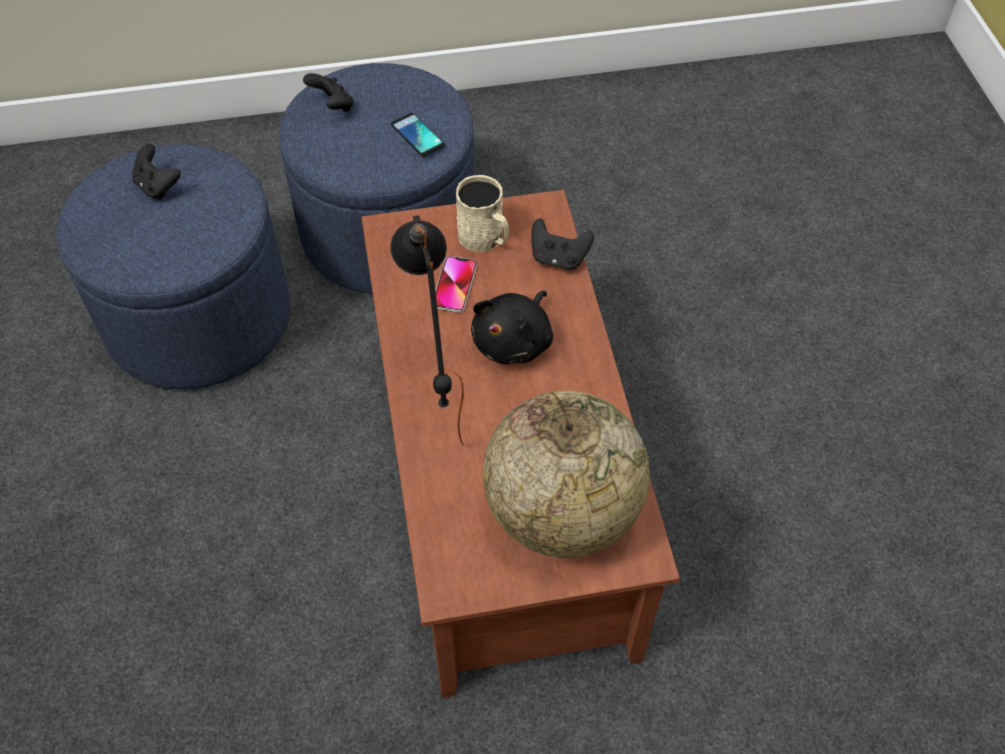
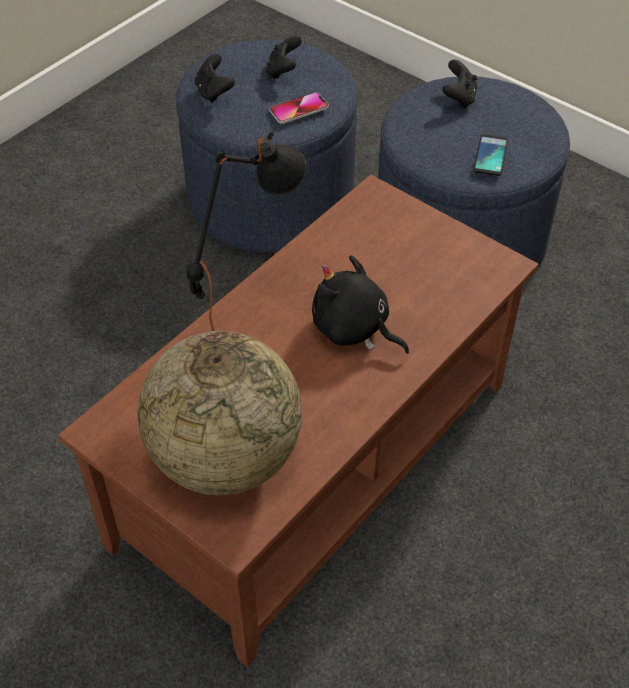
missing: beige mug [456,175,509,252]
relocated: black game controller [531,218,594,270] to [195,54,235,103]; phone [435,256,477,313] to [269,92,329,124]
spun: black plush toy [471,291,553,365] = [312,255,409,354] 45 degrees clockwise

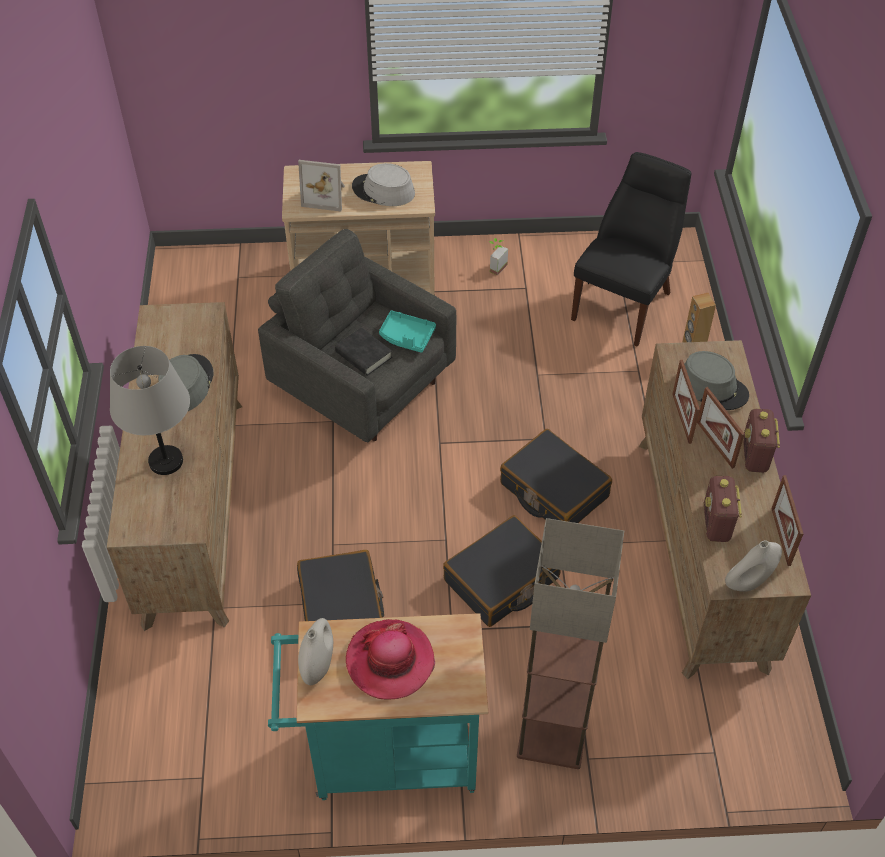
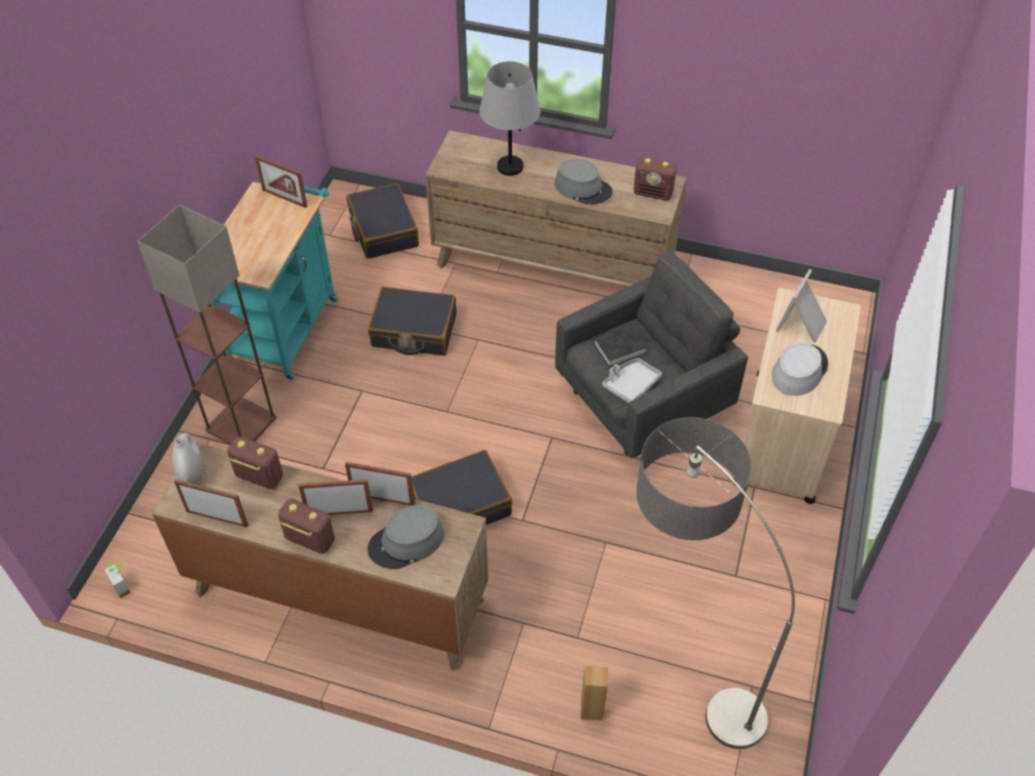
missing: hat [346,619,435,700]
appeared: radio [633,157,677,201]
relocated: potted plant [489,238,508,276] to [105,562,131,598]; black suitcase [443,515,561,627] to [347,183,419,259]
exchanged: black chair [571,152,691,347] to floor lamp [636,417,795,749]; white vase [298,618,333,685] to picture frame [255,155,307,208]
colour: turquoise tray [379,310,436,353] to grey tray [602,358,662,403]

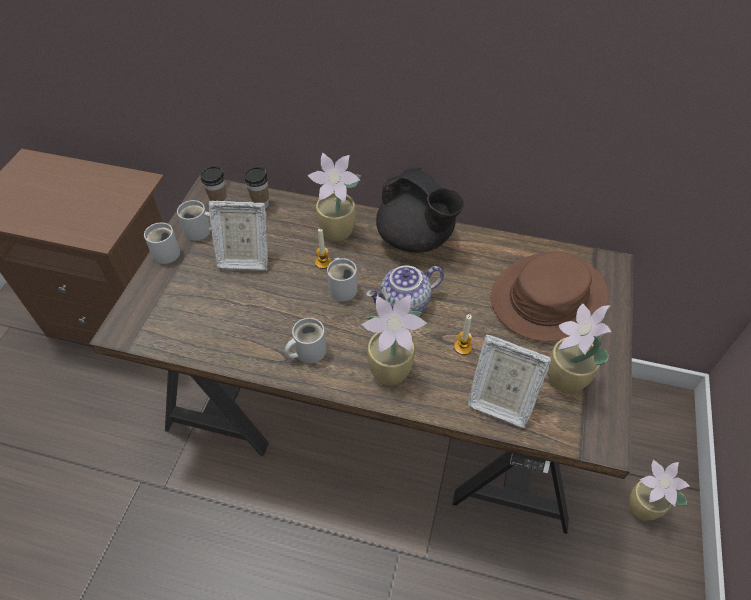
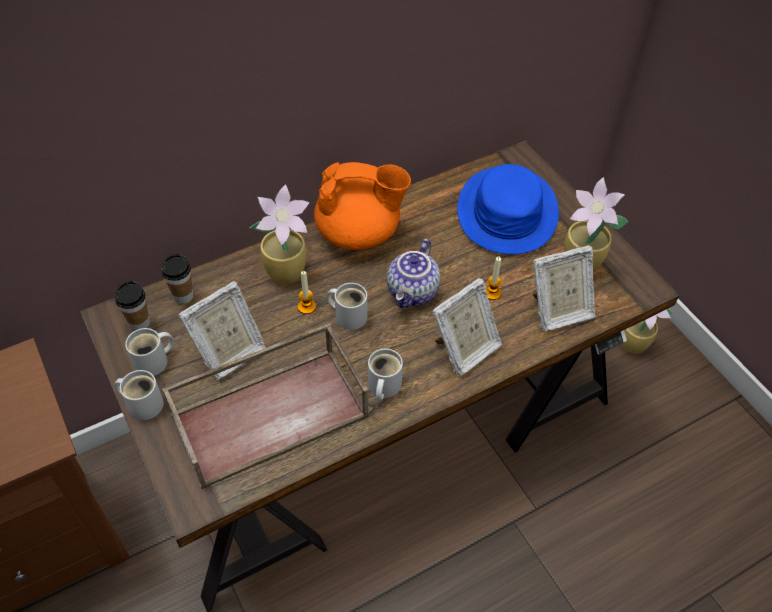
appeared: brown tray [162,323,369,489]
exchanged: potted plant [361,295,427,385] to picture frame [432,278,502,376]
colour: black teapot [376,167,464,253] to orange teapot [314,162,411,250]; brown hat [491,252,609,342] to blue hat [457,164,559,254]

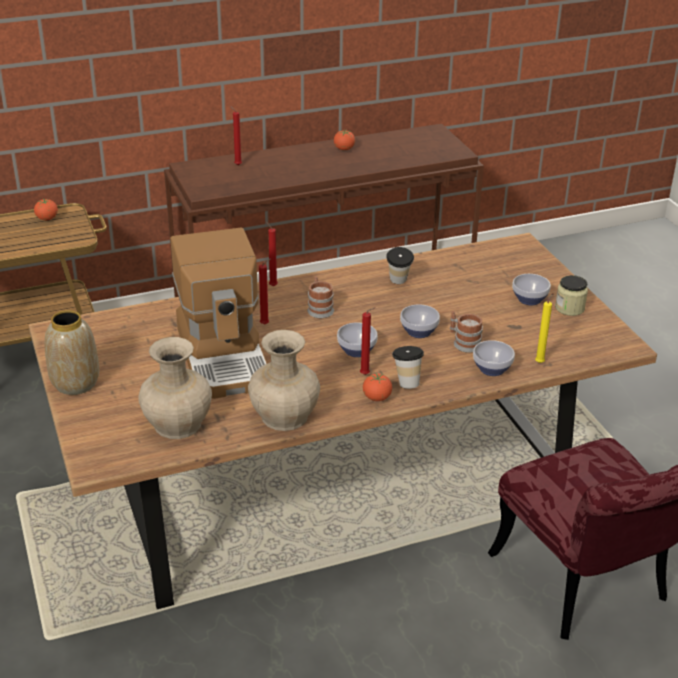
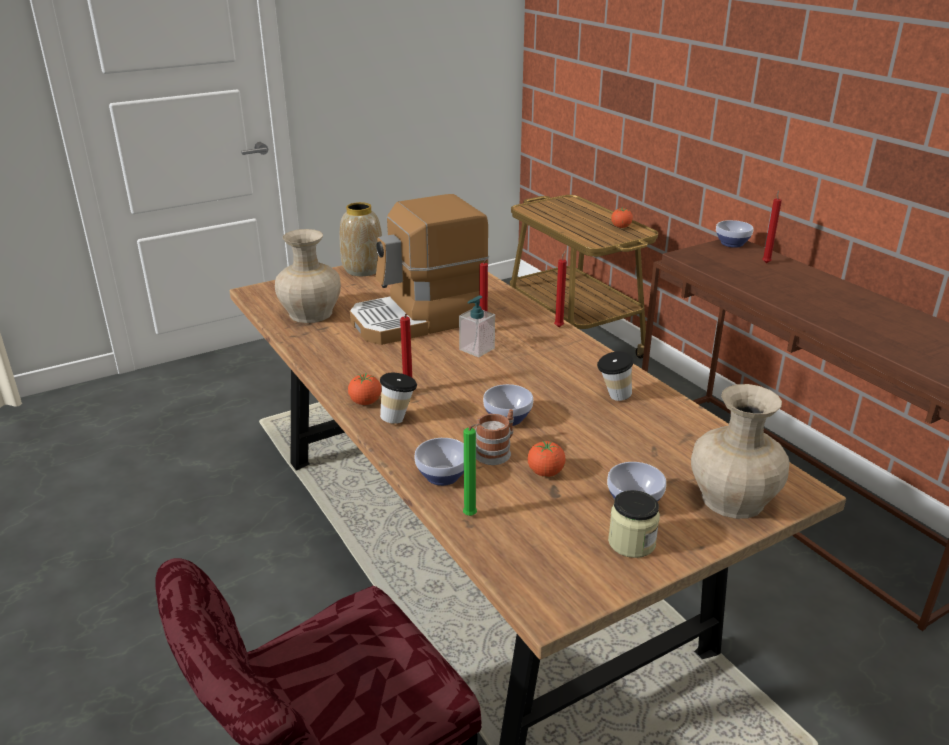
missing: mug [307,276,334,318]
appeared: soap dispenser [459,295,495,357]
relocated: tomato [334,130,355,150] to [527,441,566,477]; bowl [337,323,378,357] to [716,220,754,248]; beige vase [248,330,320,431] to [691,384,790,519]
colour: yellow candle [535,293,554,363] to green candle [463,424,481,516]

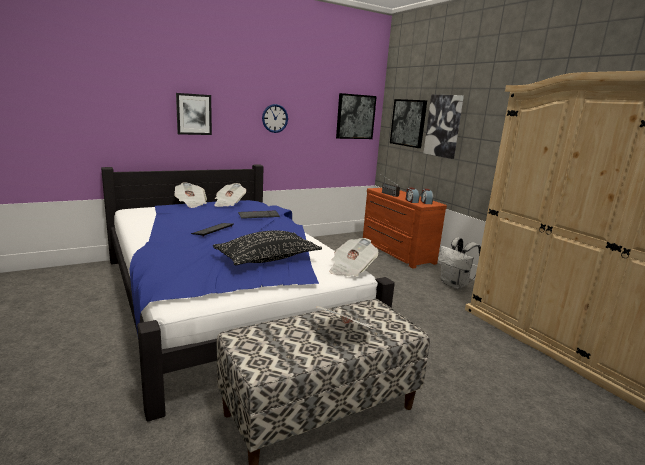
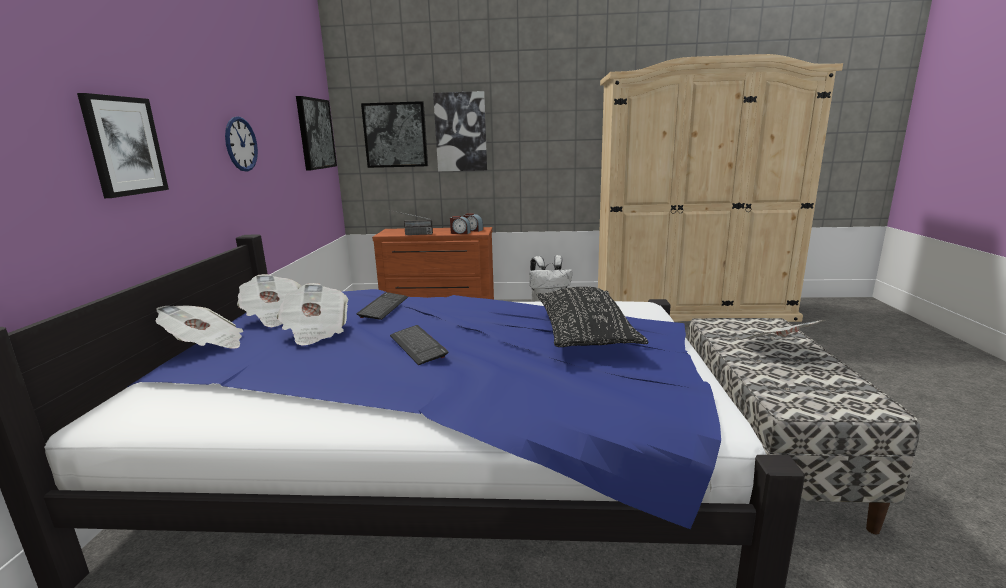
relocated: newspaper [329,238,378,277] to [277,283,349,346]

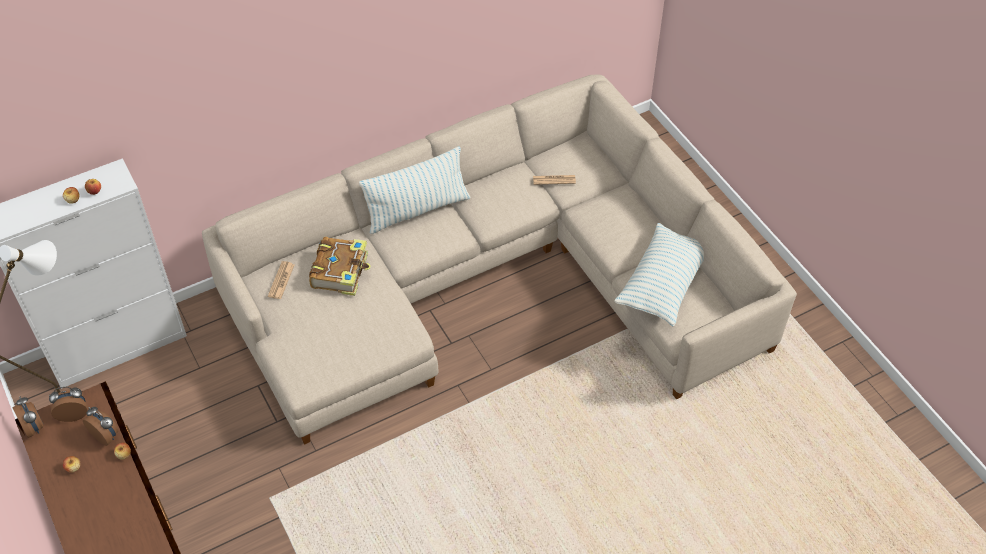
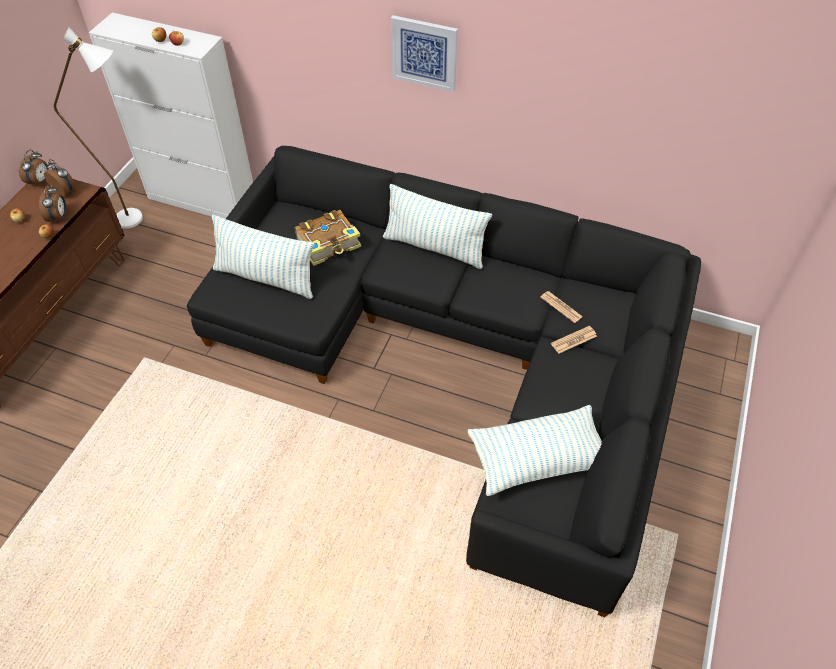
appeared: picture [391,15,458,92]; pillow [212,215,315,299]
relocated: newspaper [268,261,294,299] to [551,326,597,354]
colour: beige sofa [202,75,797,445] to black sofa [187,146,701,617]

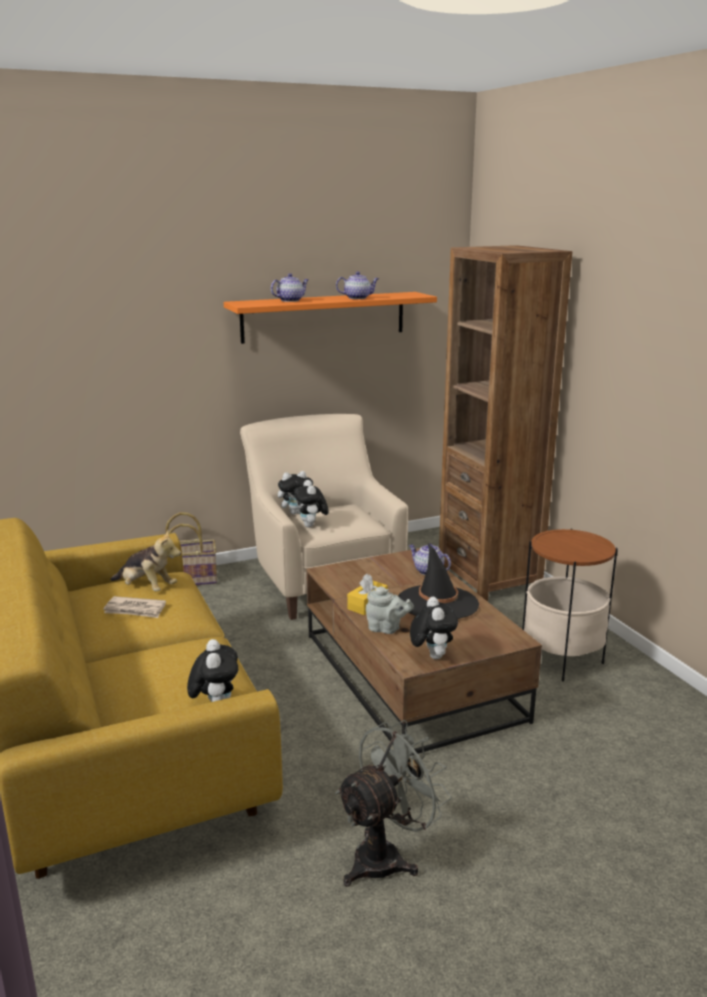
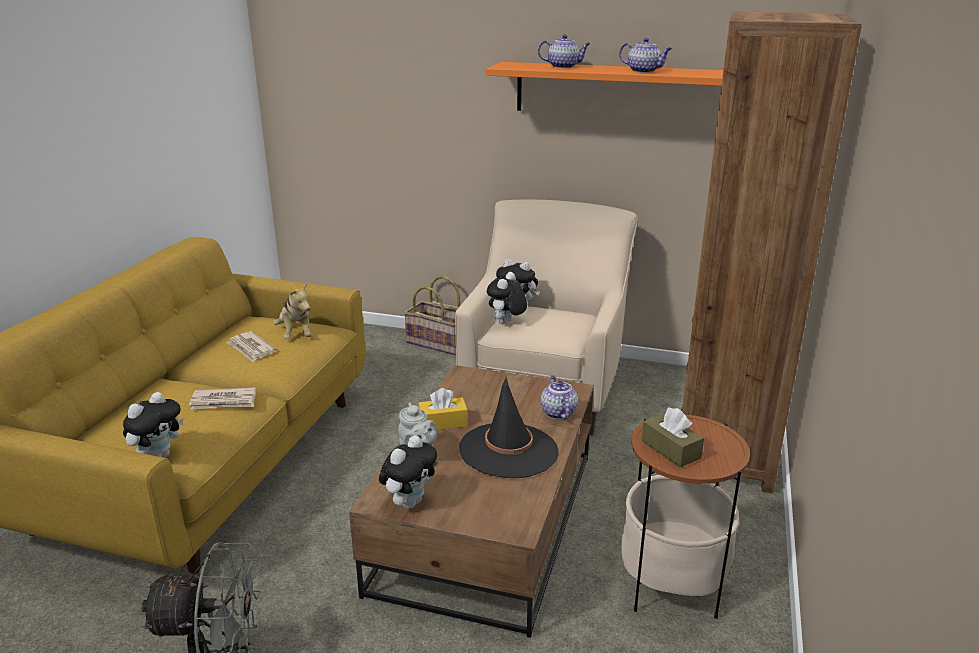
appeared: newspaper [189,387,256,410]; brown tissue box [642,408,704,467]

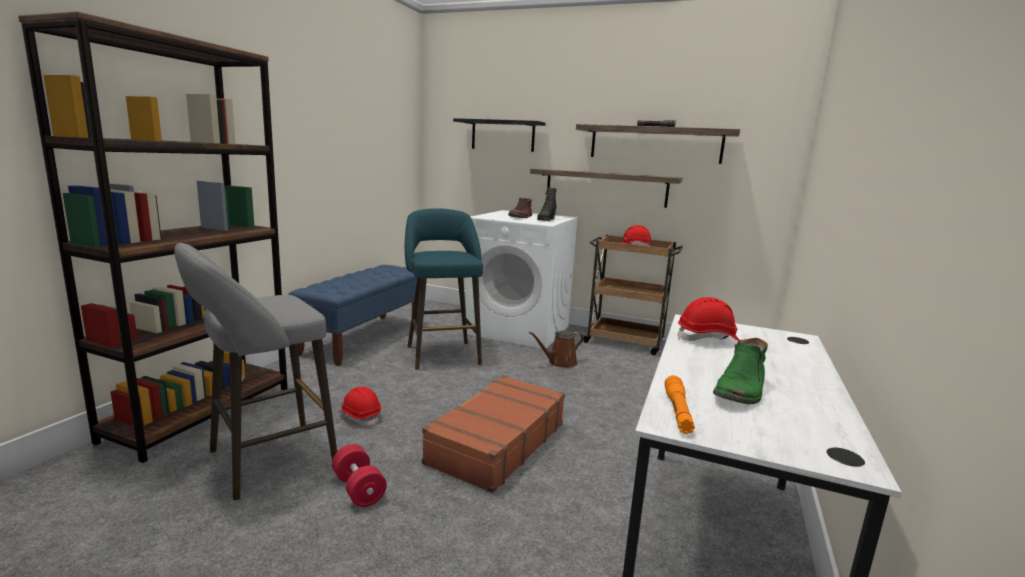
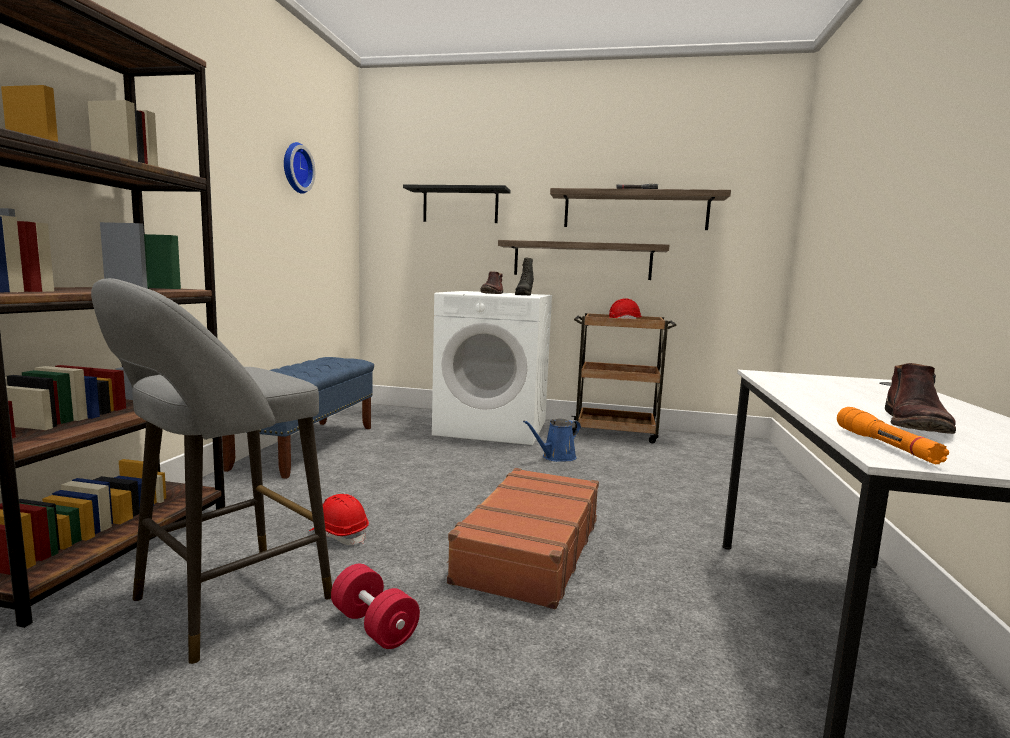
missing: turquoise stool [405,208,483,370]; red hard hat [677,297,740,341]
appeared: wall clock [284,142,315,194]
colour: brown watering can [529,330,584,367] to blue watering can [523,418,581,462]; green boot [713,338,768,404] to brown boot [885,363,956,434]

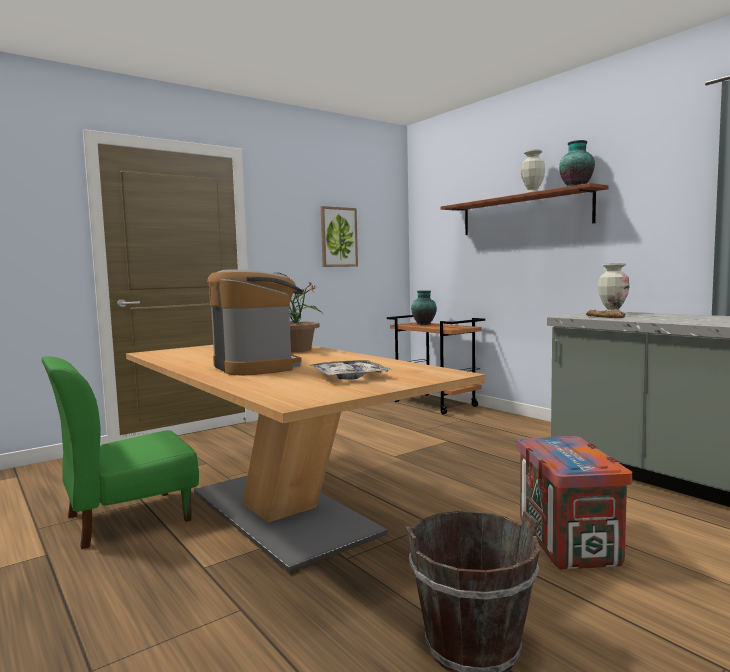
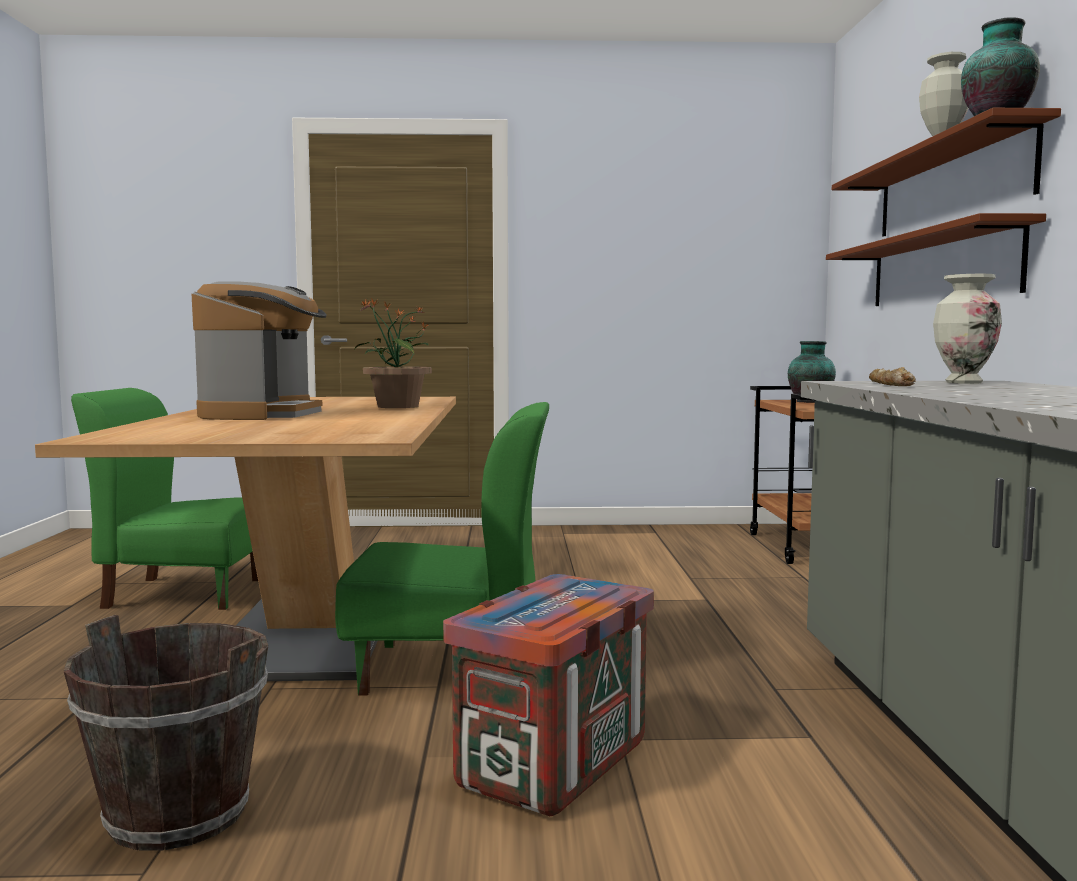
missing: picture [321,206,358,267]; tray [310,360,391,380]
appeared: brown shelf [826,213,1046,306]; green chair [335,402,549,696]

